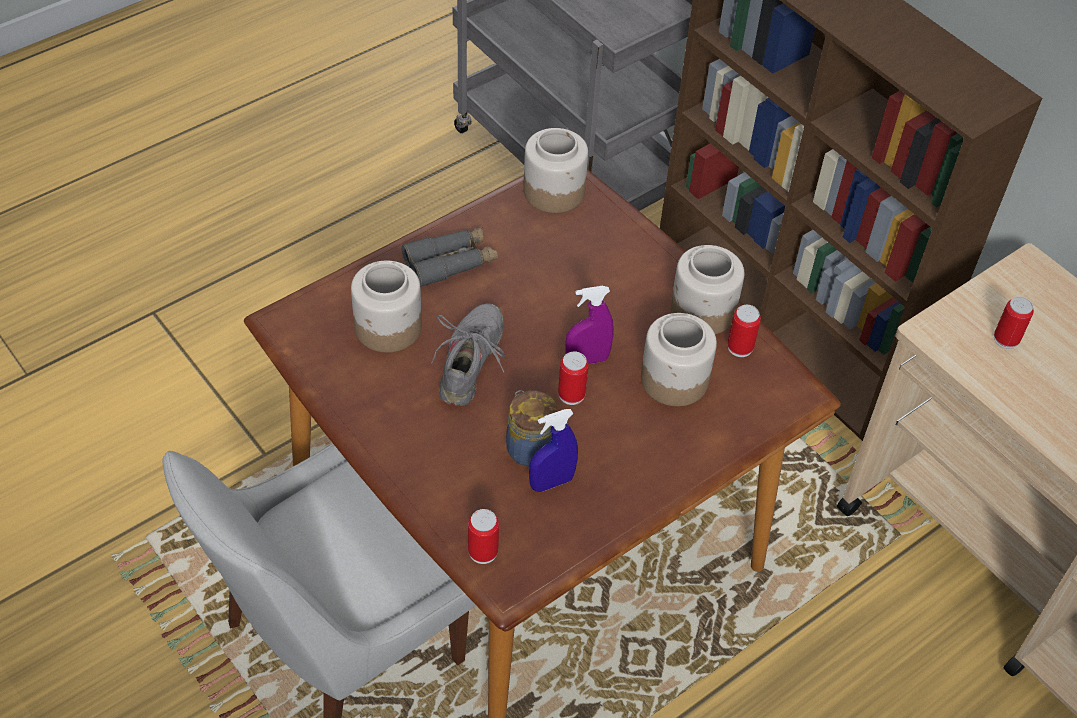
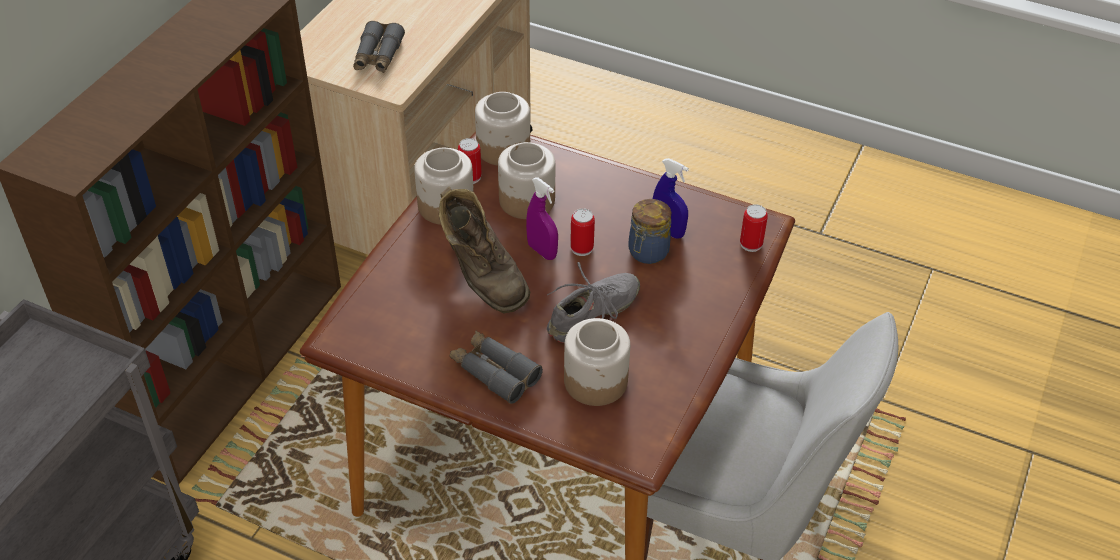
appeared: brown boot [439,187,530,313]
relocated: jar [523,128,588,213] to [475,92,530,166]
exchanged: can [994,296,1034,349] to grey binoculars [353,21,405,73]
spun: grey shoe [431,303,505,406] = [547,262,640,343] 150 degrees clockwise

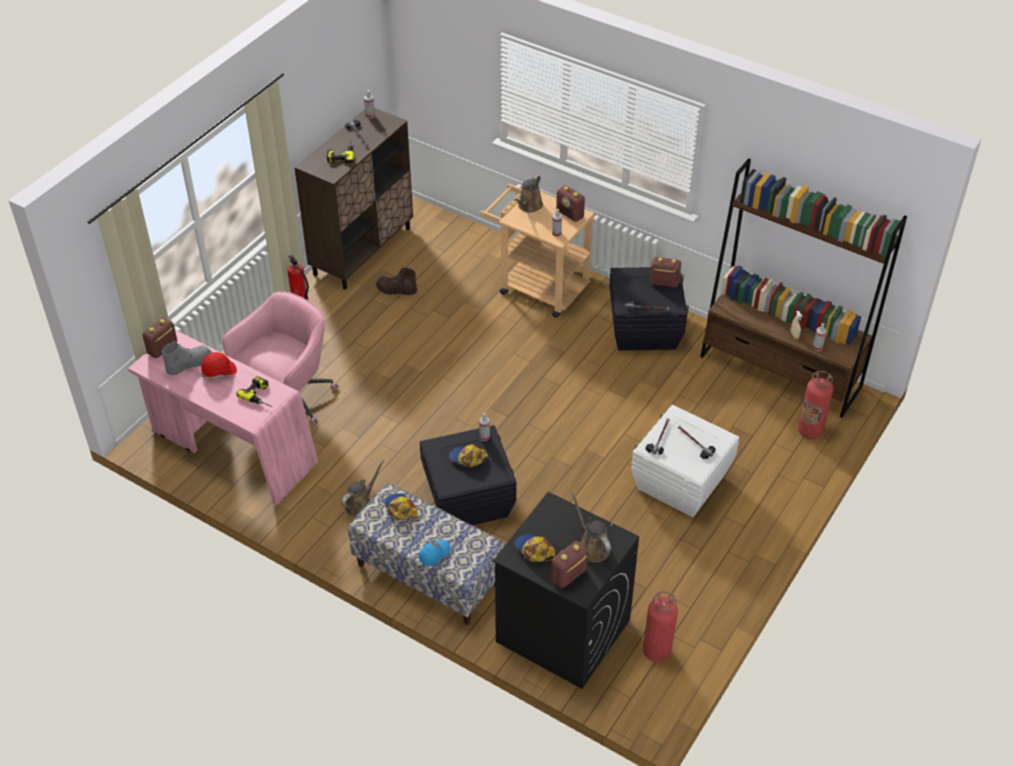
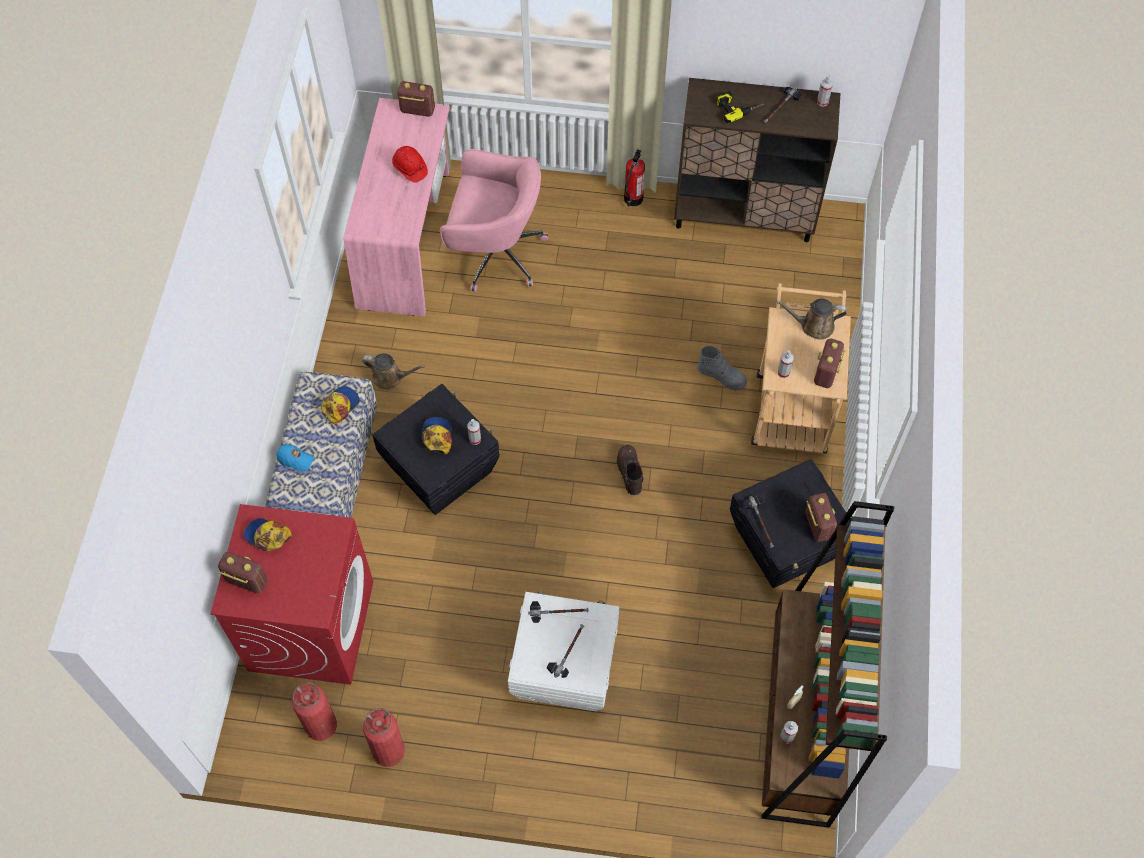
missing: power drill [237,376,272,407]; brown watering can [571,492,611,562]
relocated: brown boot [376,268,417,295] to [617,445,644,495]; grey boot [162,341,212,375] to [697,346,747,391]; fire extinguisher [798,371,833,439] to [363,708,405,767]
colour: black washing machine [493,492,639,689] to red washing machine [210,504,373,685]
spun: cap [515,534,555,562] = [243,518,292,551] 90 degrees counterclockwise

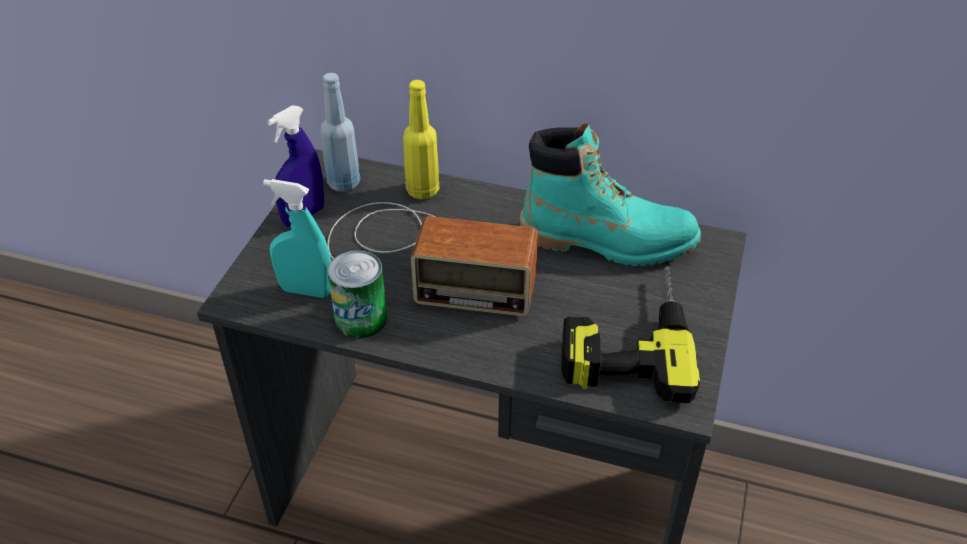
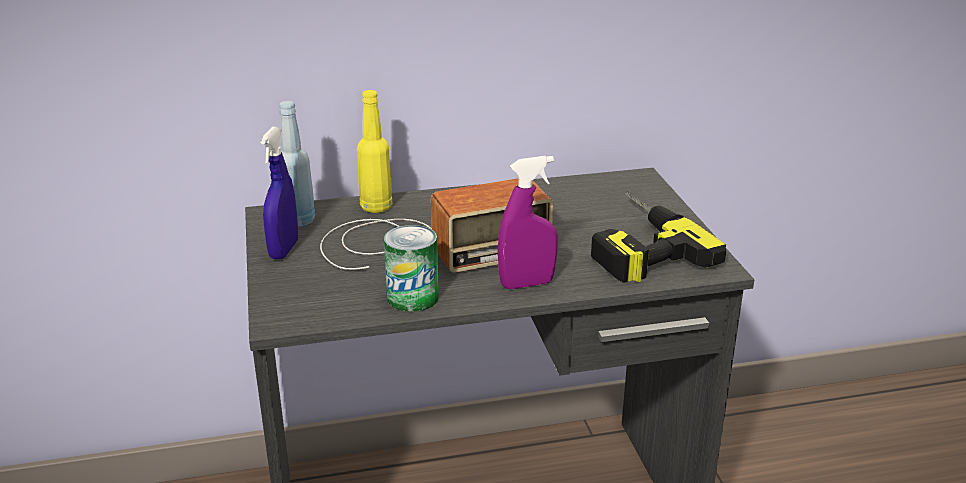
missing: turquoise boot [520,123,701,266]; turquoise spray bottle [263,179,331,298]
appeared: purple spray bottle [498,156,558,289]

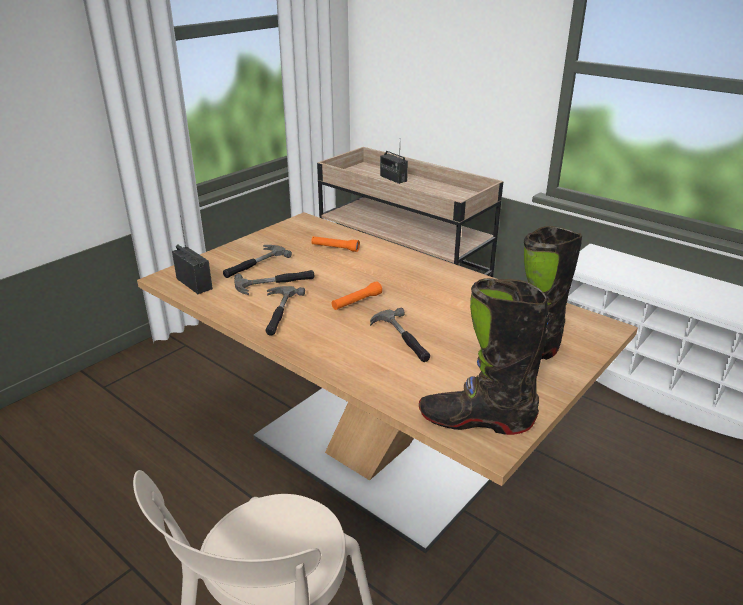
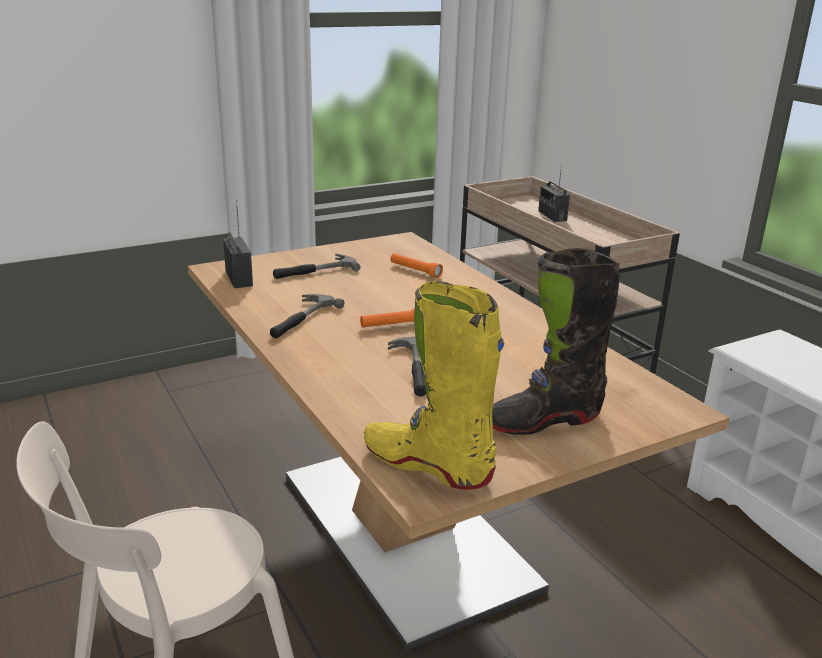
missing: hammer [234,270,314,295]
colour: black boot [419,278,549,435] to yellow boot [364,281,504,490]

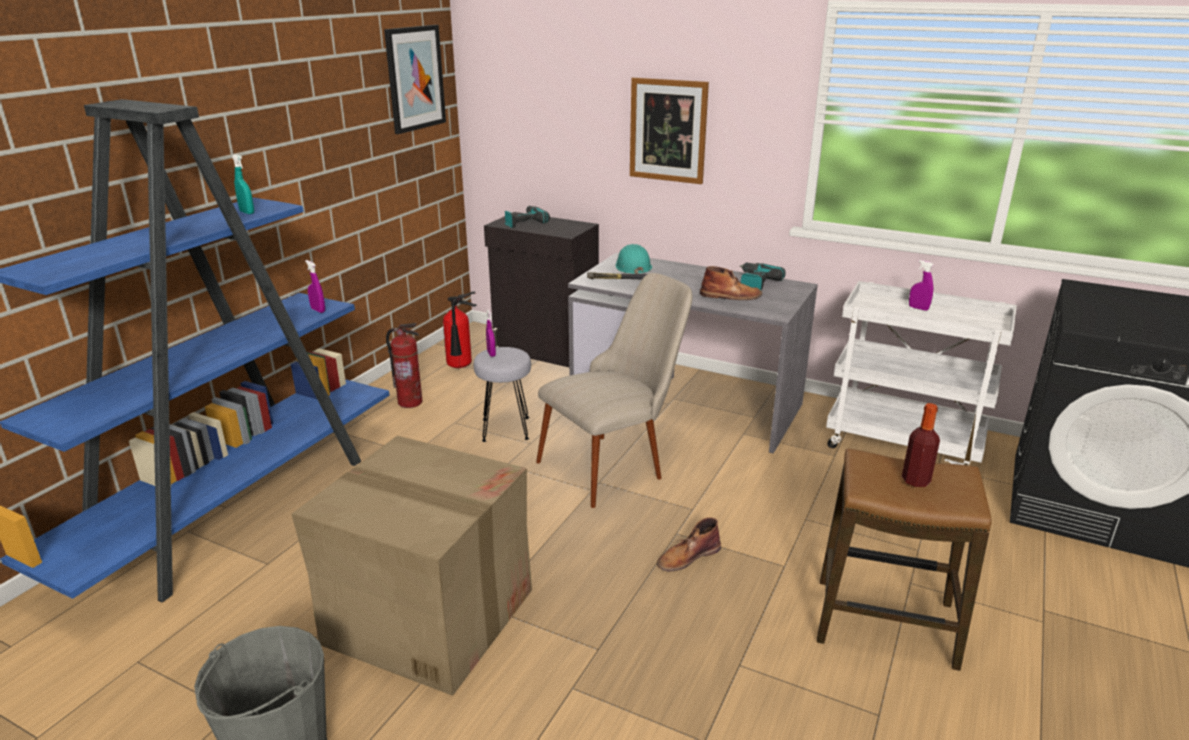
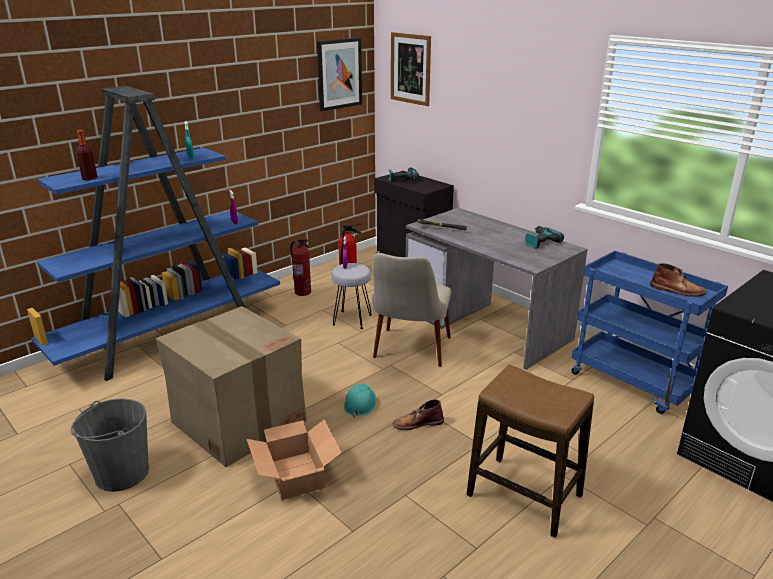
missing: purple spray bottle [909,260,934,311]
appeared: cardboard box [247,419,342,500]
relocated: picture [630,77,709,184] to [391,32,431,106]; turquoise hard hat [616,244,652,274] to [344,384,376,418]; brown boot [700,266,762,300] to [650,263,707,297]; bottle [902,403,940,487] to [76,130,97,180]
colour: white cart [826,281,1017,465] to blue cart [571,251,728,414]
spun: beige chair [536,273,693,508] = [372,253,452,367] 120 degrees clockwise

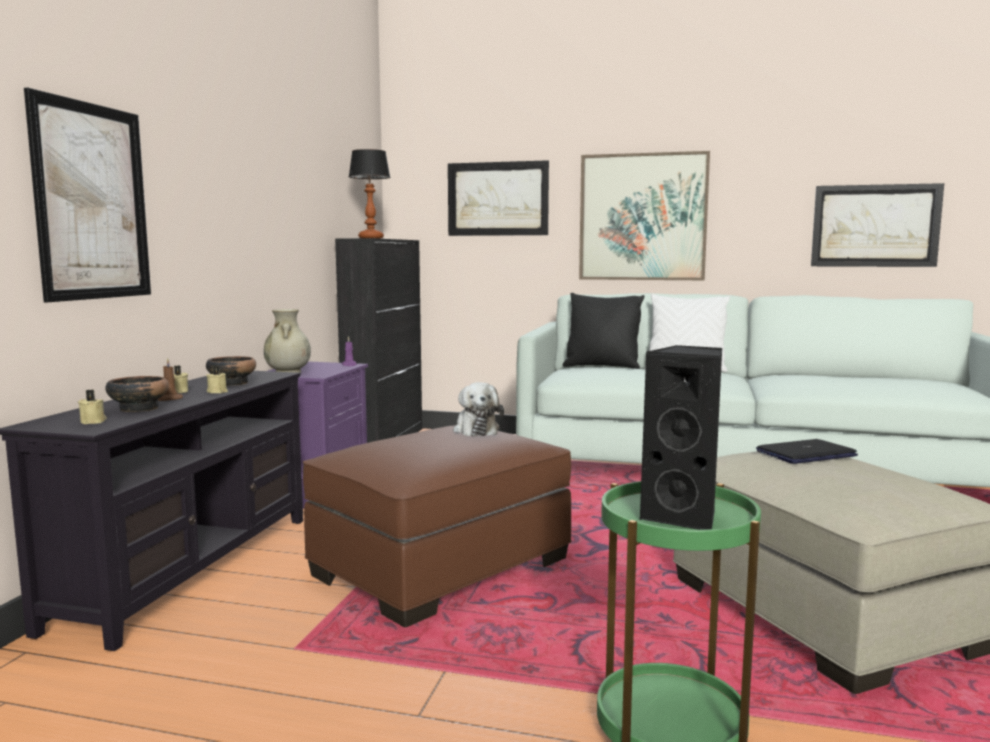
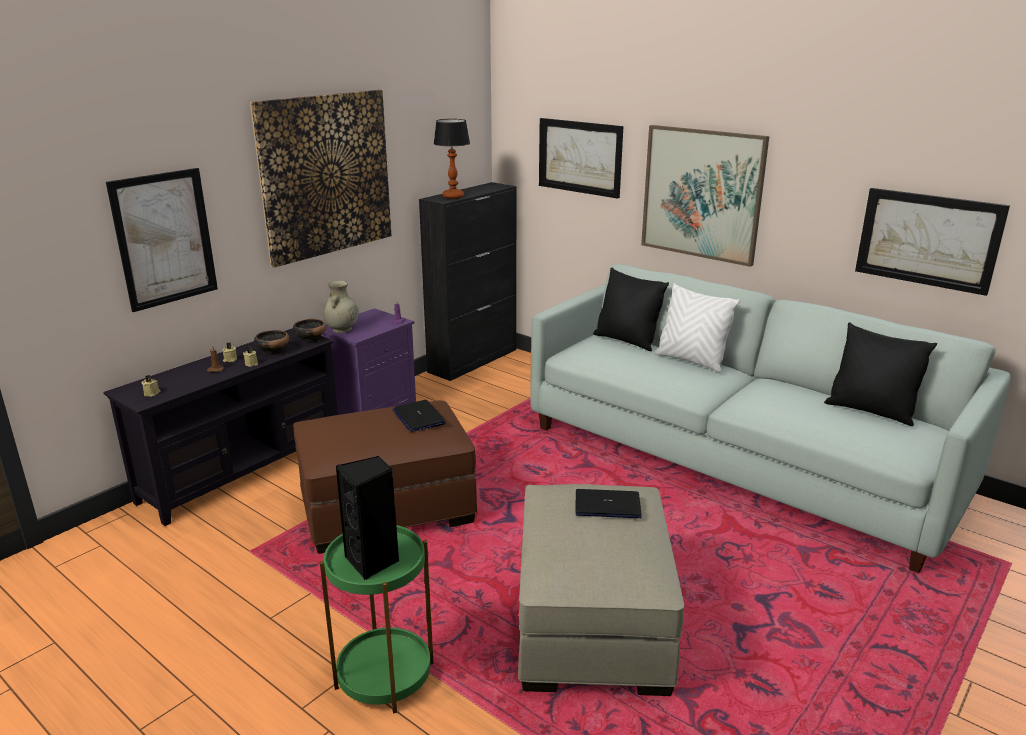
appeared: picture [250,90,392,267]; black pillow [824,322,937,426]
relocated: bowl [105,376,169,412] to [293,319,326,343]
exchanged: plush toy [453,382,504,437] to laptop [392,400,446,432]

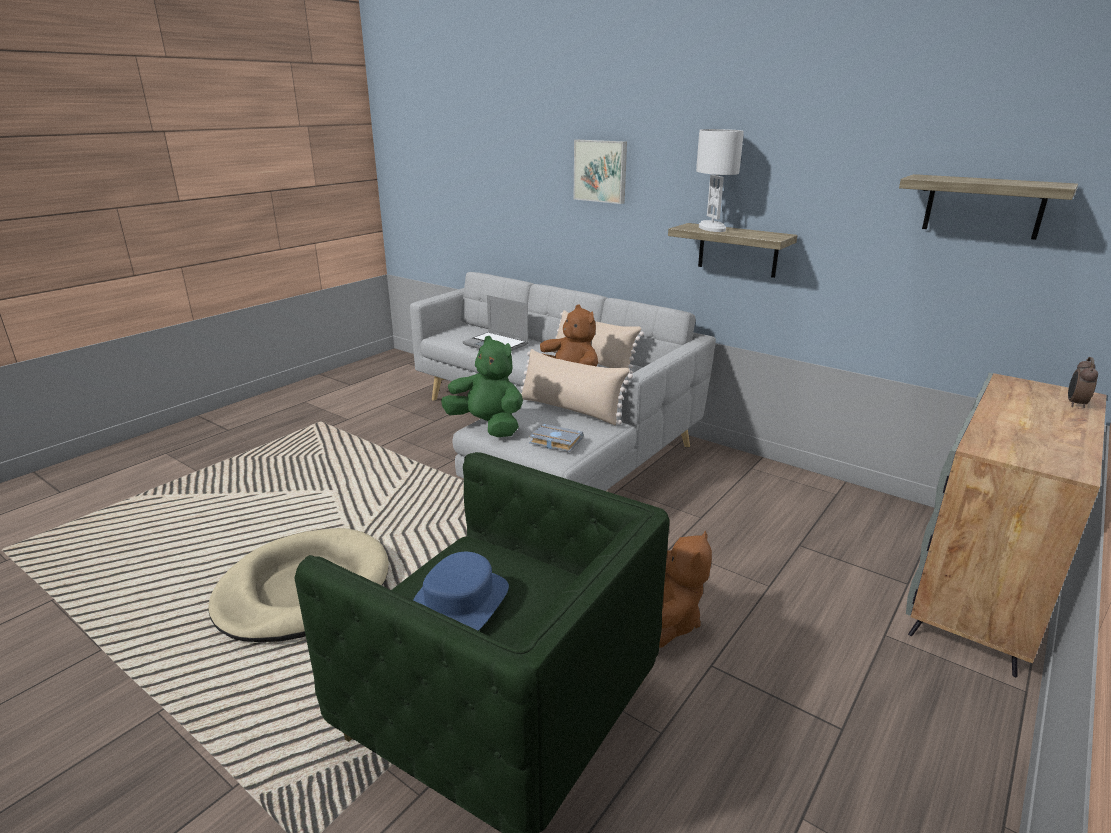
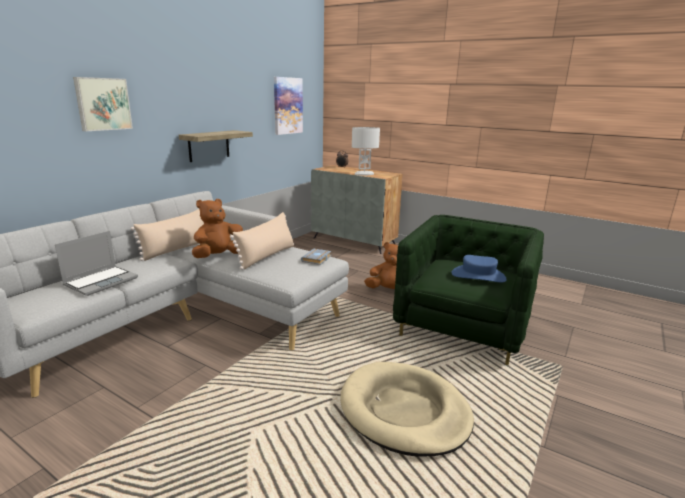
missing: green plush toy [441,336,523,437]
relocated: white table lamp [696,129,744,232] to [352,127,380,176]
exchanged: shelf [899,174,1078,240] to picture [274,77,303,135]

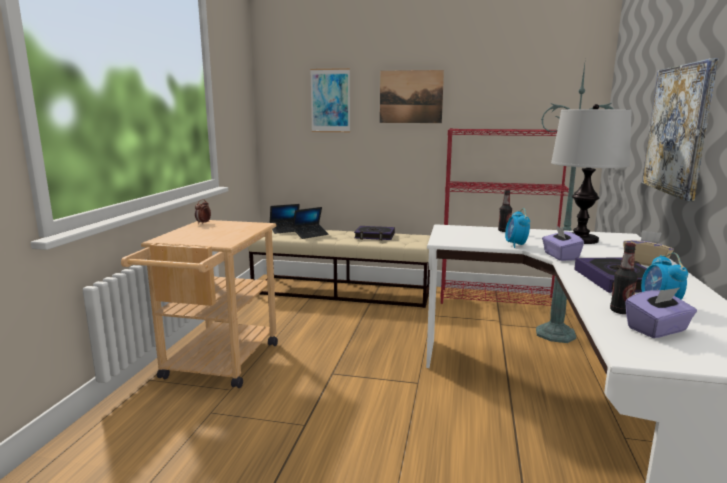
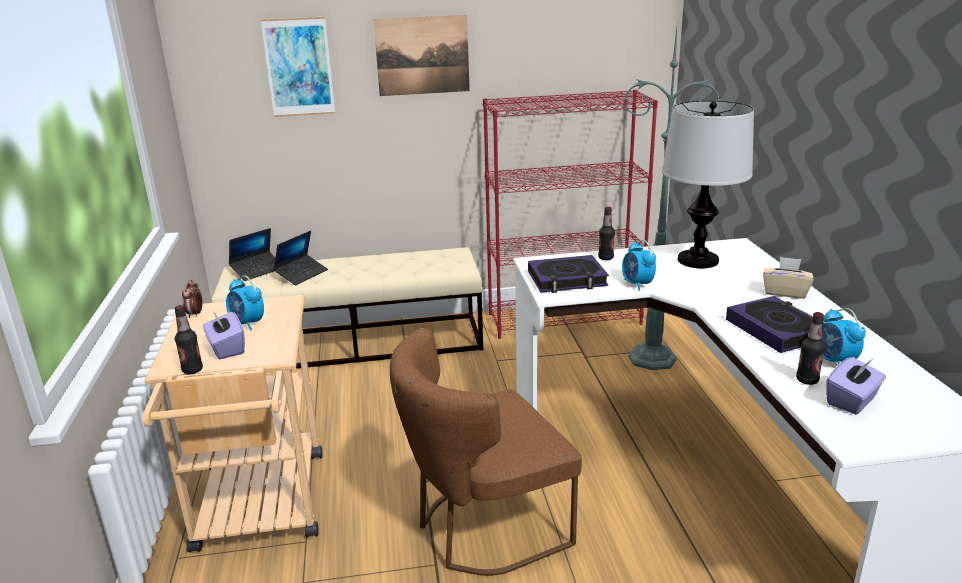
missing: picture [642,58,718,201]
appeared: alarm clock [226,276,264,330]; bottle [174,305,203,374]; brown chair [390,328,582,576]
relocated: purple tissue box [542,225,584,261] to [203,310,245,359]; book [354,226,395,240] to [528,255,609,293]

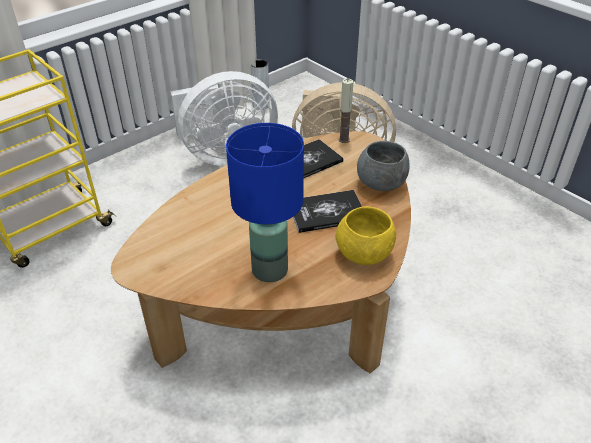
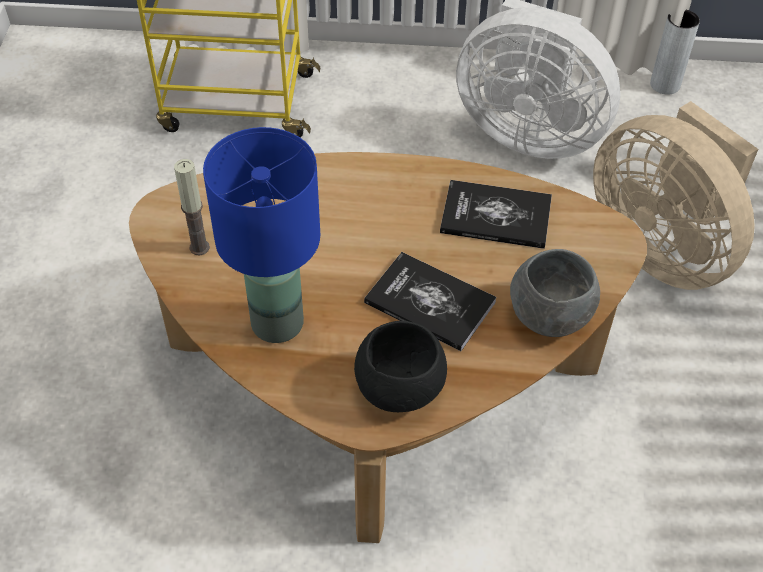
relocated: candle [339,79,353,143] to [174,159,210,255]
colour: yellow bowl [336,206,396,265] to black bowl [354,321,447,412]

